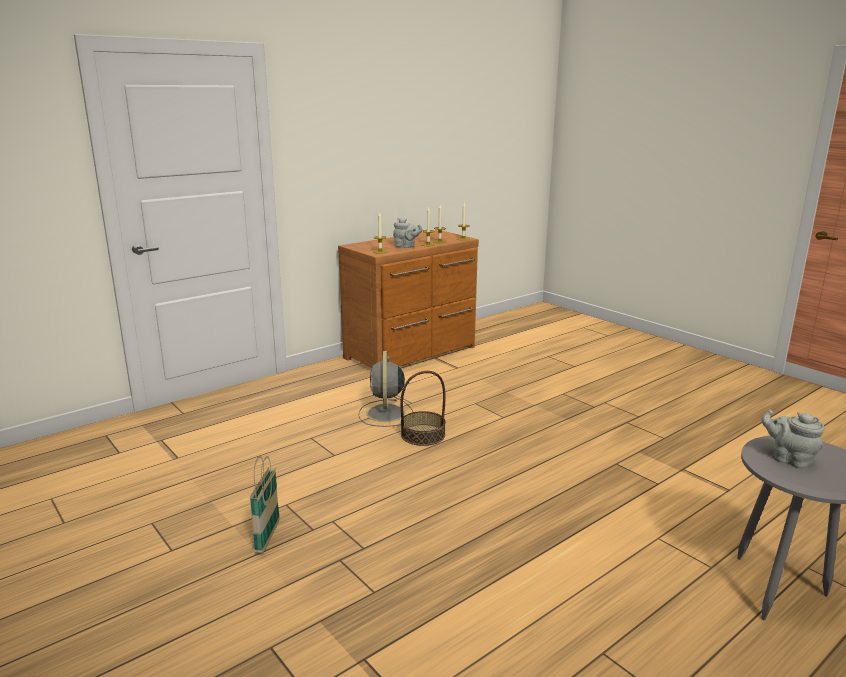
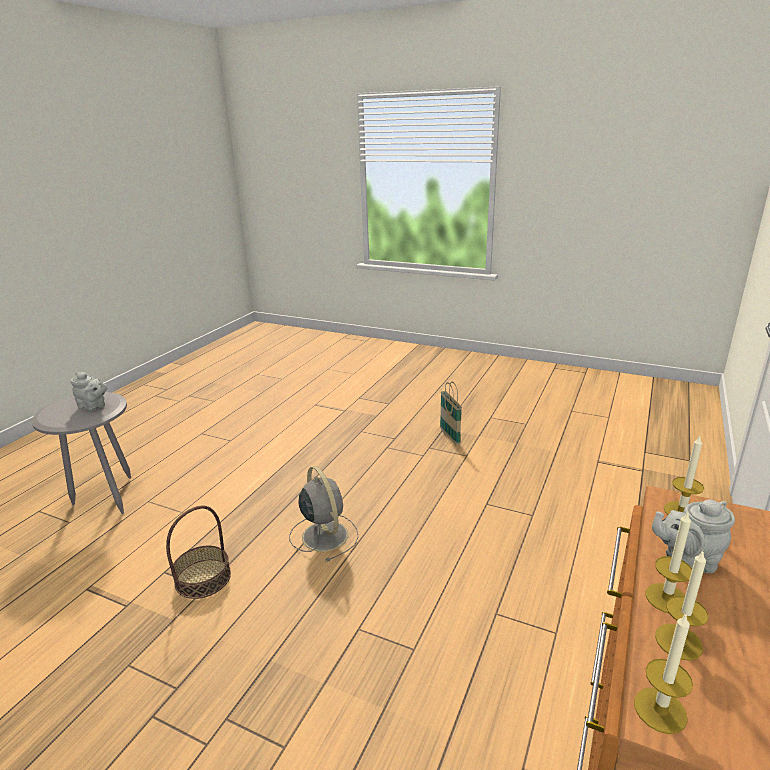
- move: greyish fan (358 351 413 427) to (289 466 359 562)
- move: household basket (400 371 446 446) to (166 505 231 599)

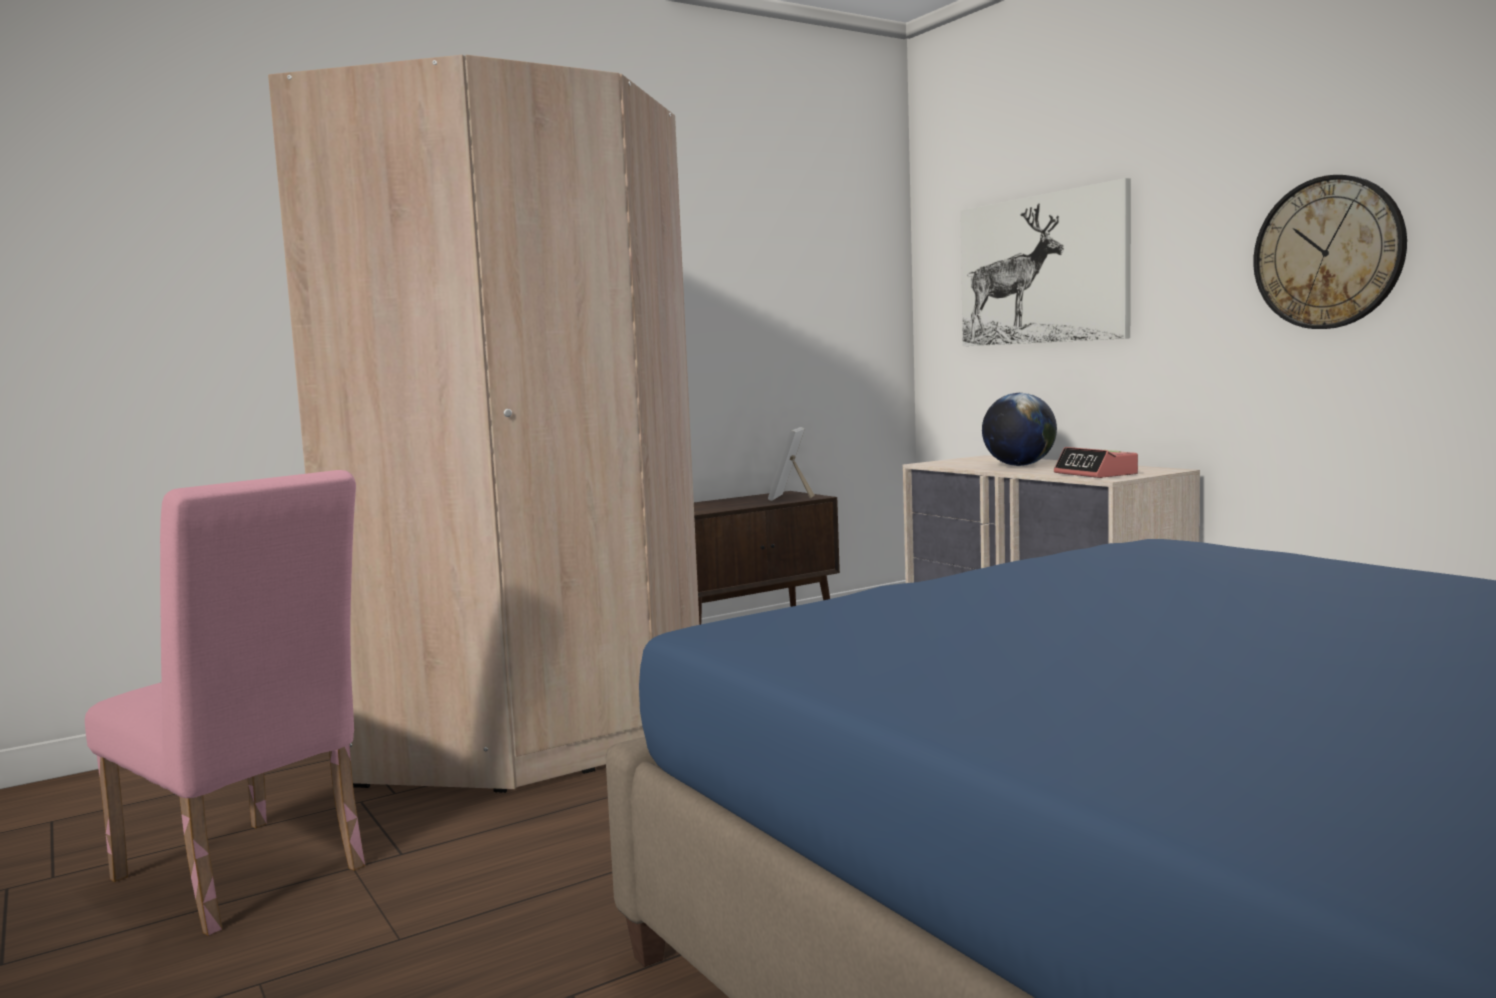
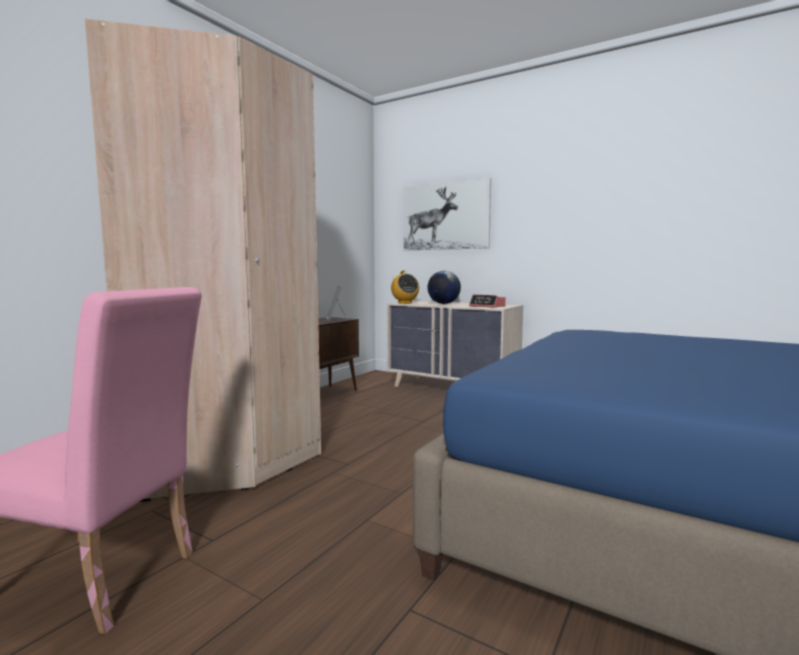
- delete: hanging clock (1253 175 1407 329)
- insert: radio (391 270 419 304)

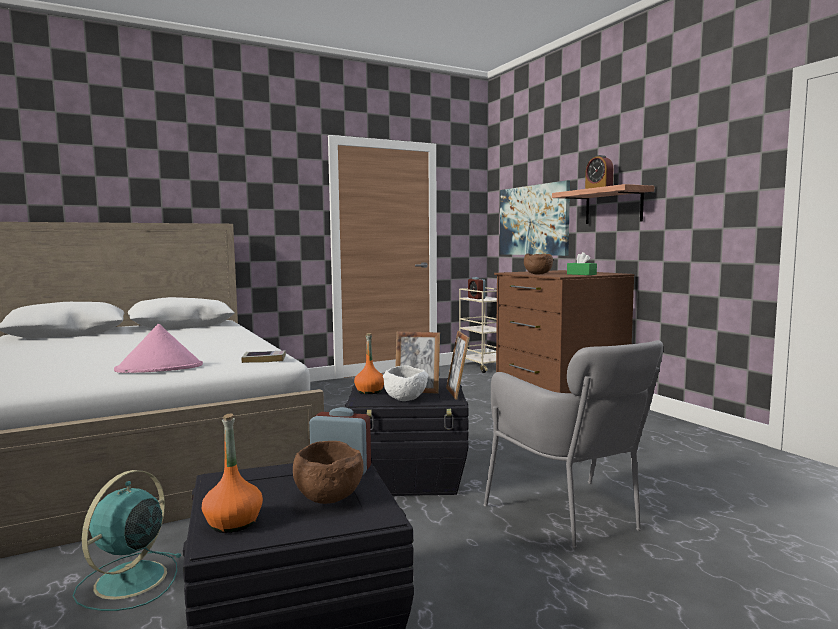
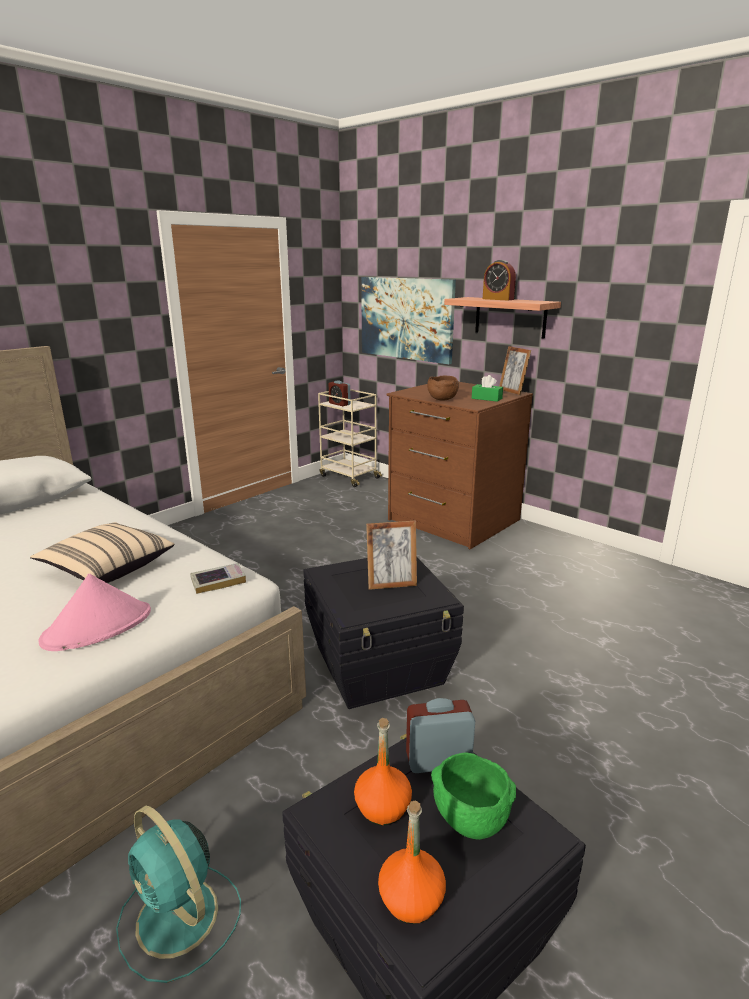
- rotate: turquoise-coloured fan (72 470 182 611) = (116 806 241 983) 45 degrees counterclockwise
- recolor: brown-coloured deep dish (293 441 364 504) to green deep dish (431 752 516 840)
- move: orangey beverage bottle (354 333 384 394) to (354 718 412 826)
- delete: white-coloured deep dish (383 365 429 401)
- move: standing frame (446 331 469 400) to (499 346 531 395)
- delete: greyish armchair (483 340 663 548)
- insert: beige-coloured cushion (30 522 174 583)

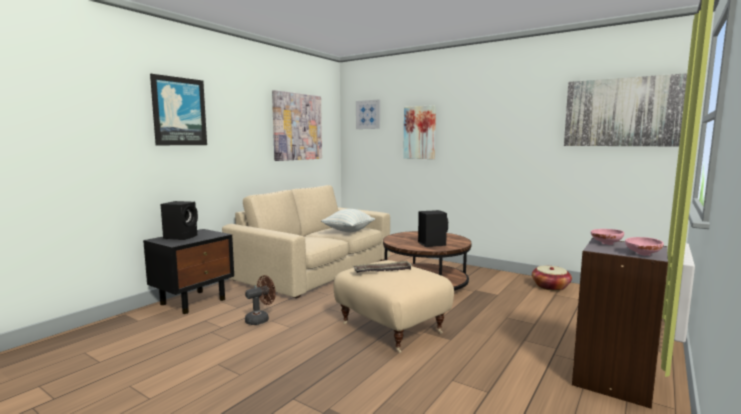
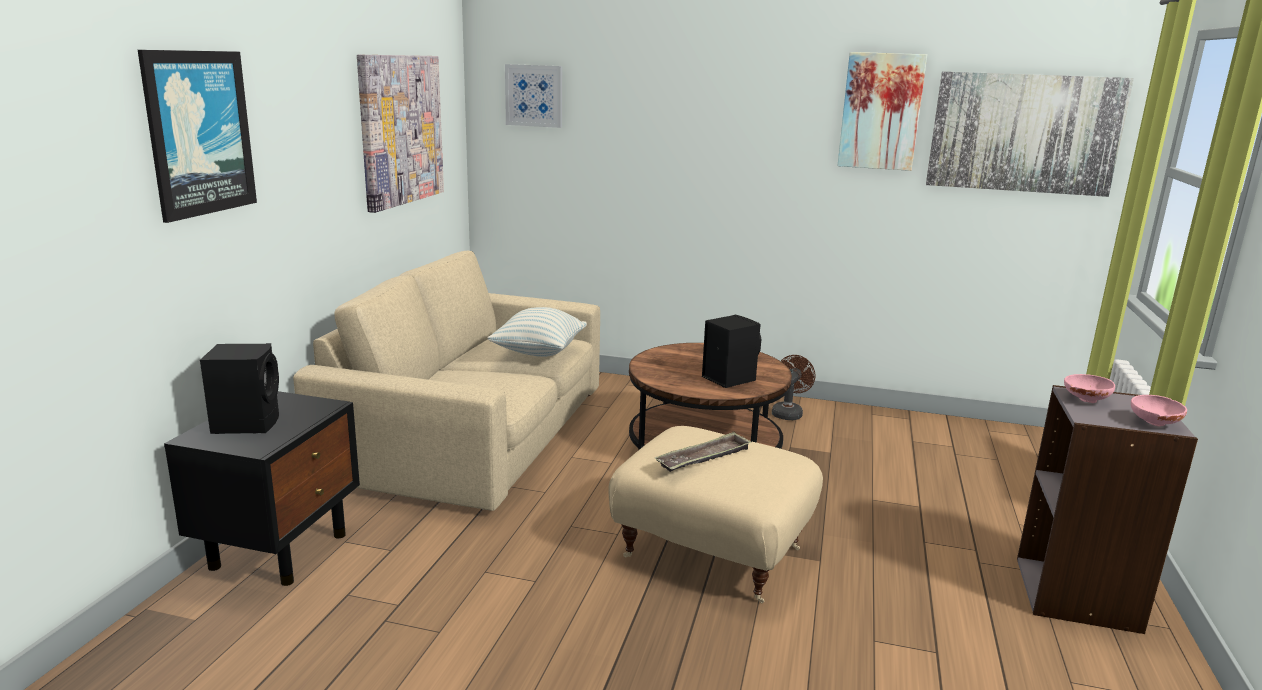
- move: brown-coloured fan (245 275 276 325) to (772 355 815 420)
- move: wall art (403 105 436 159) to (837 52 927 171)
- delete: household basket (532 266 572 291)

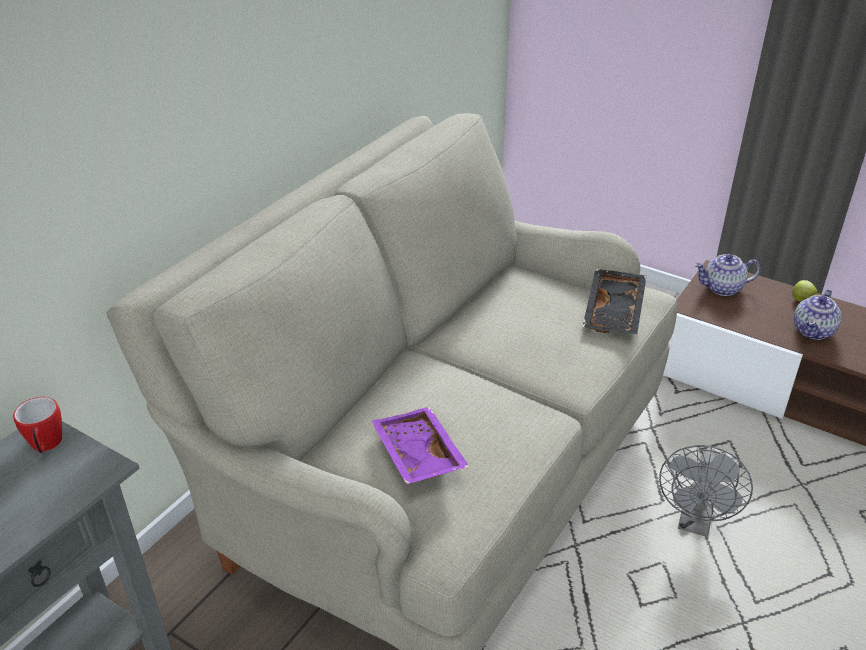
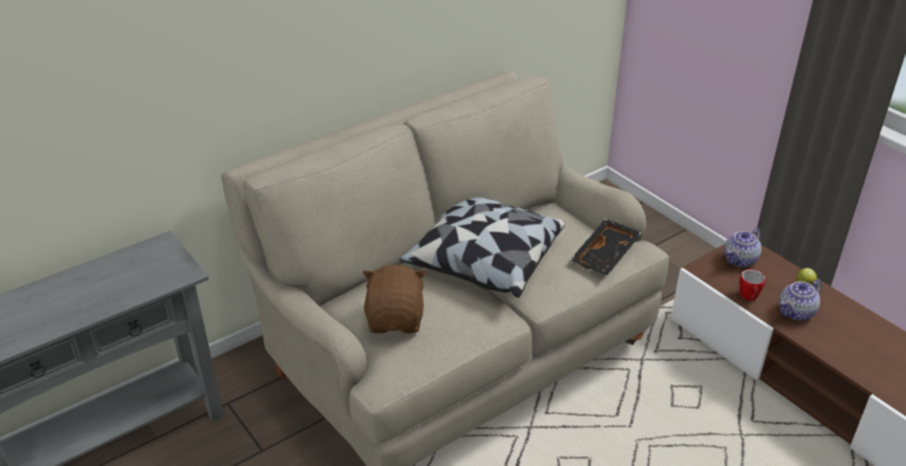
- move: tea mug (13 397 62 453) to (739 269 766 301)
- replace: purple-coloured tray (372 407 470 484) to brown-coloured cuddly toy (363 265 426 333)
- delete: greyish fan (659 445 753 537)
- rotate: tea pot (695 254 760 296) = (724 228 761 267) 60 degrees counterclockwise
- insert: cushion (400 197 565 298)

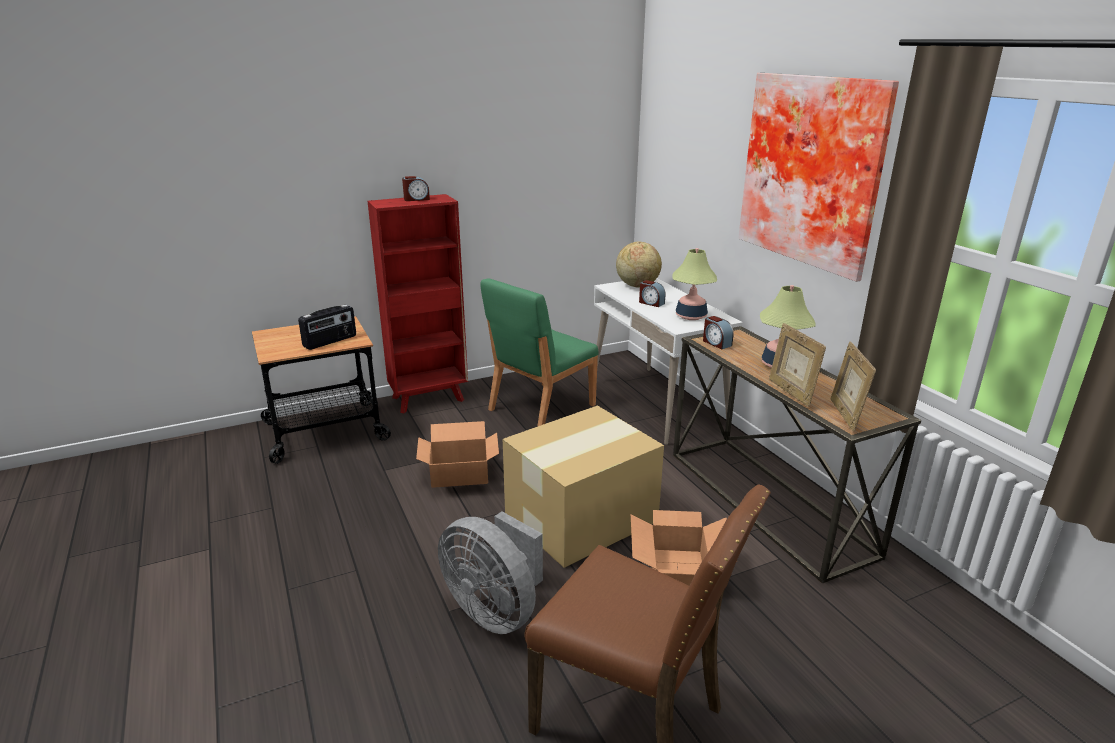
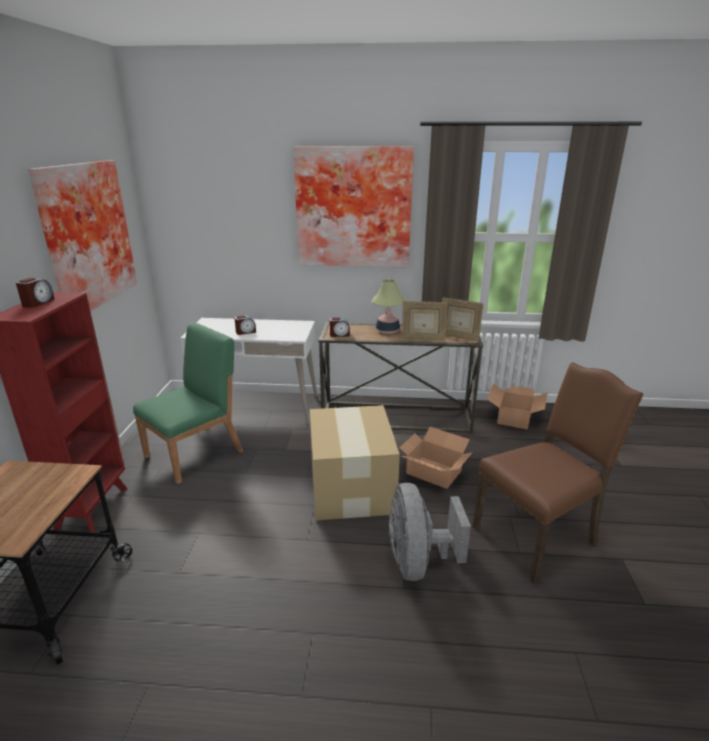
- delete: radio (298 305 356 350)
- move: packing box (416 421 499 488) to (487 384 548 430)
- rotate: greyish fan (438 511 543 634) = (389 483 471 581) 105 degrees clockwise
- rotate: green chair (480 278 599 427) = (133 323 243 484) 120 degrees counterclockwise
- delete: globe (616 242 662 288)
- delete: lamp for a table (672 248 717 320)
- insert: wall art (28 160 137 311)

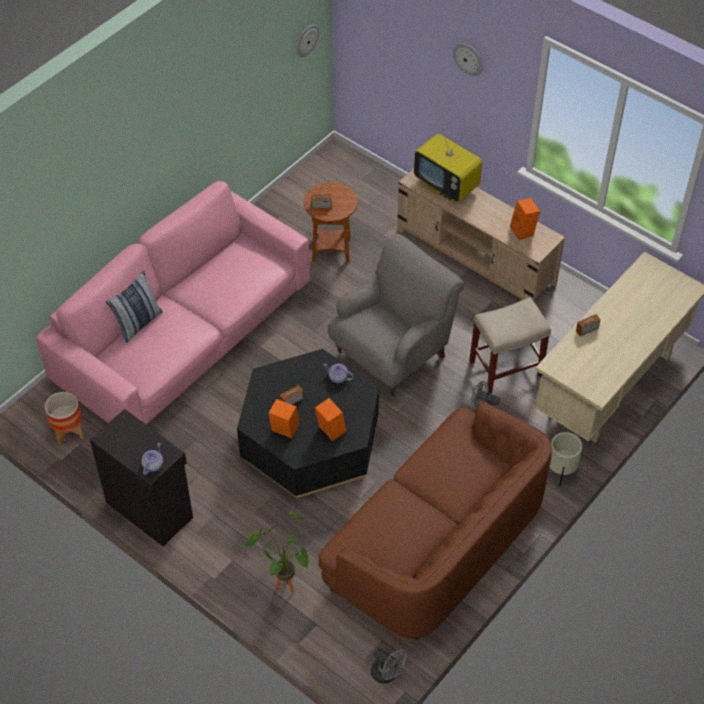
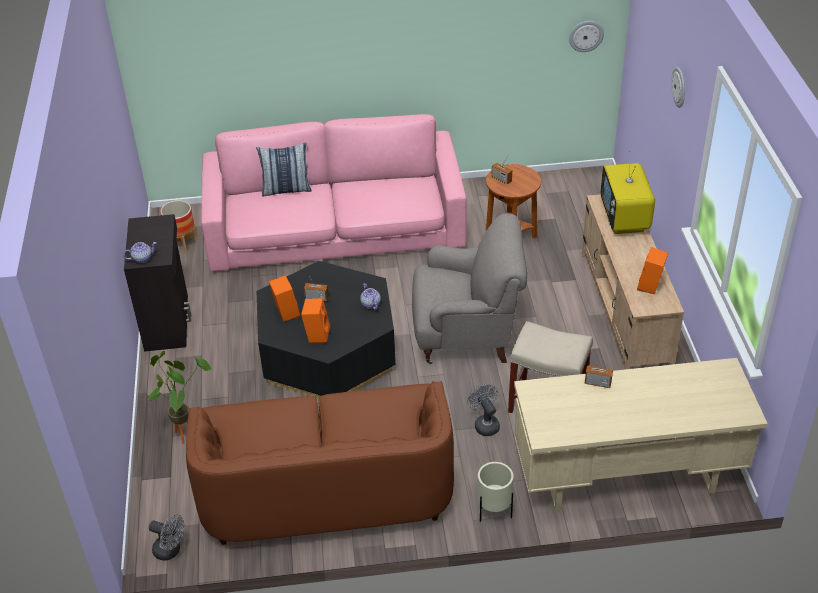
- rotate: greyish fan (371 648 407 684) = (149 514 185 561) 60 degrees counterclockwise

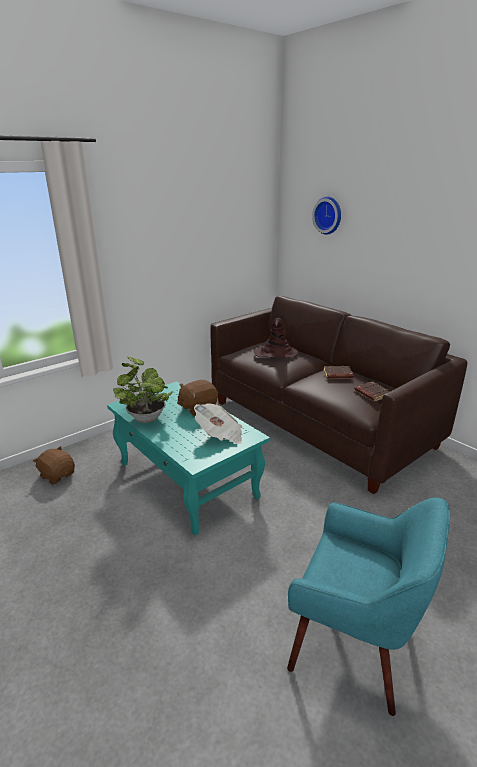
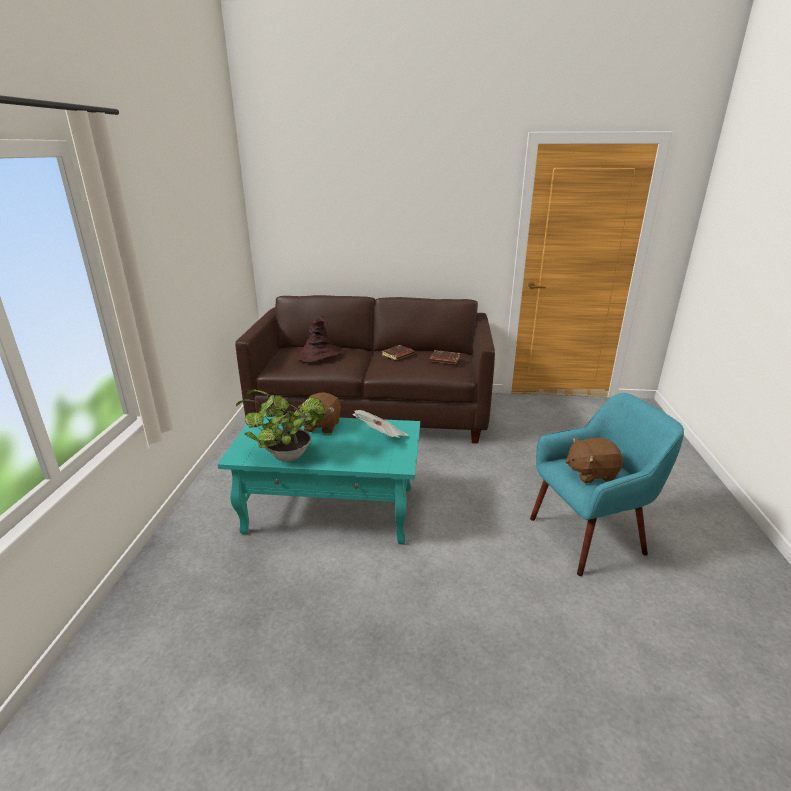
- move: brown-coloured cuddly toy (33 446 75 485) to (566 437 623 483)
- delete: hanging clock (312 196 341 235)

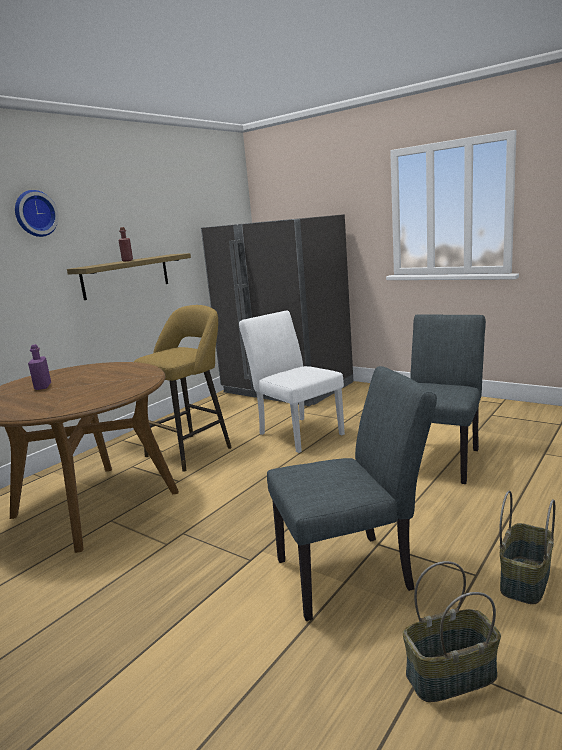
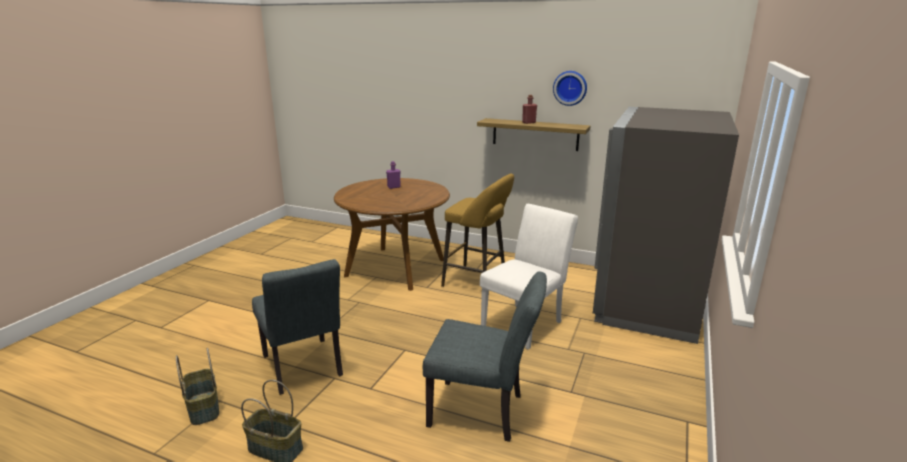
- move: hanging clock (15 190 59 237) to (553 71 587 106)

